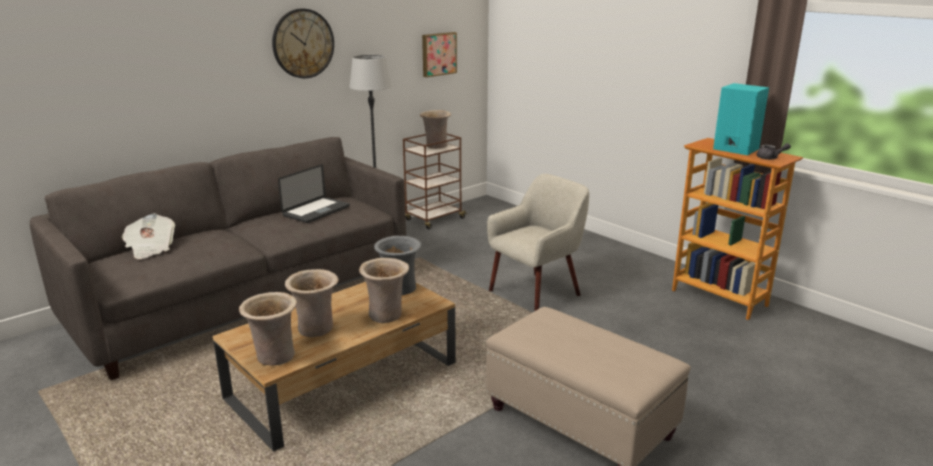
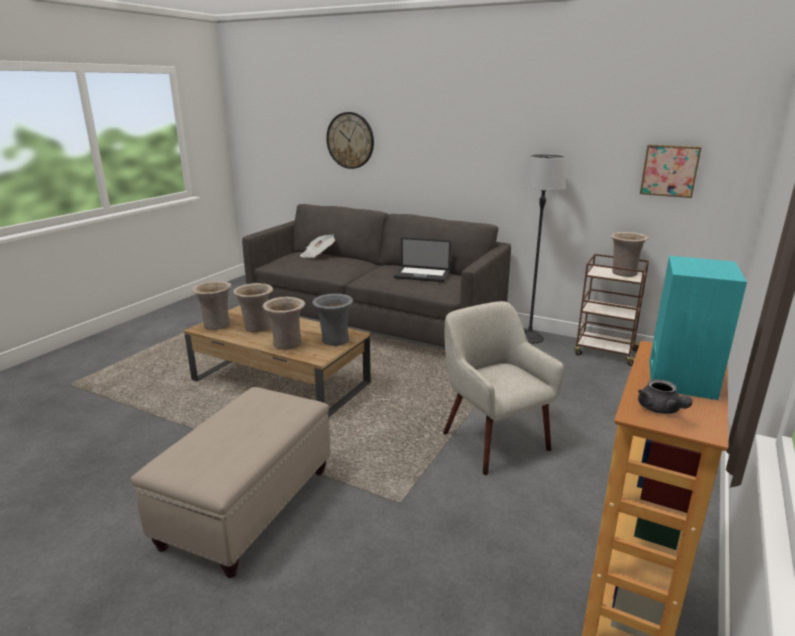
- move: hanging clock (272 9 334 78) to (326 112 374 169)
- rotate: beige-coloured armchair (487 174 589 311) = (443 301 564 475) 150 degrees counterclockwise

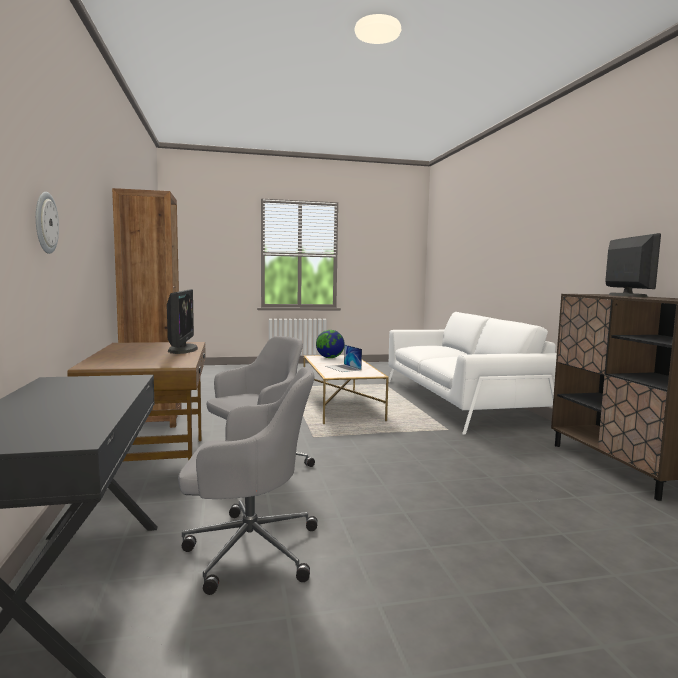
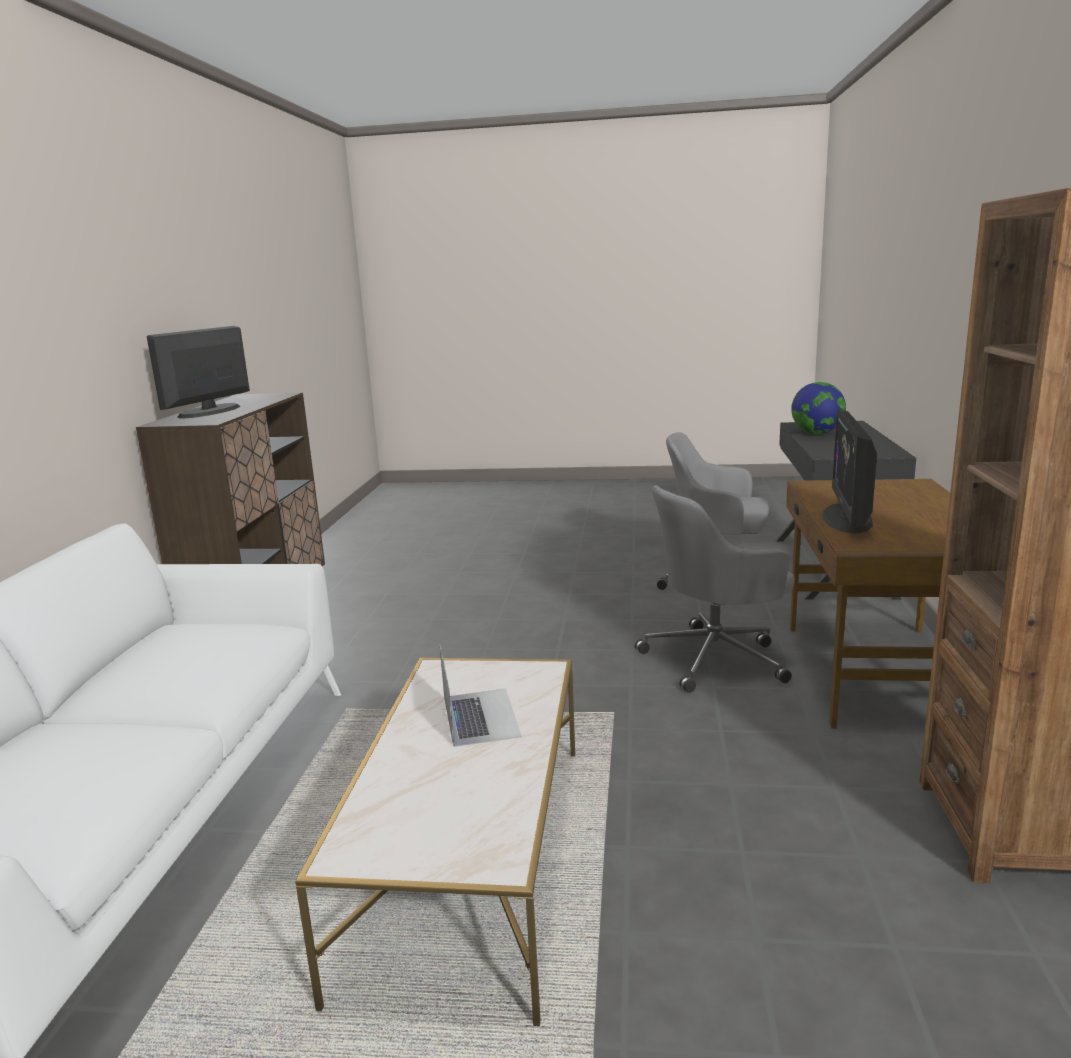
- delete: hanging clock (36 192 59 254)
- move: globe (316 330 345 358) to (791 382 846 434)

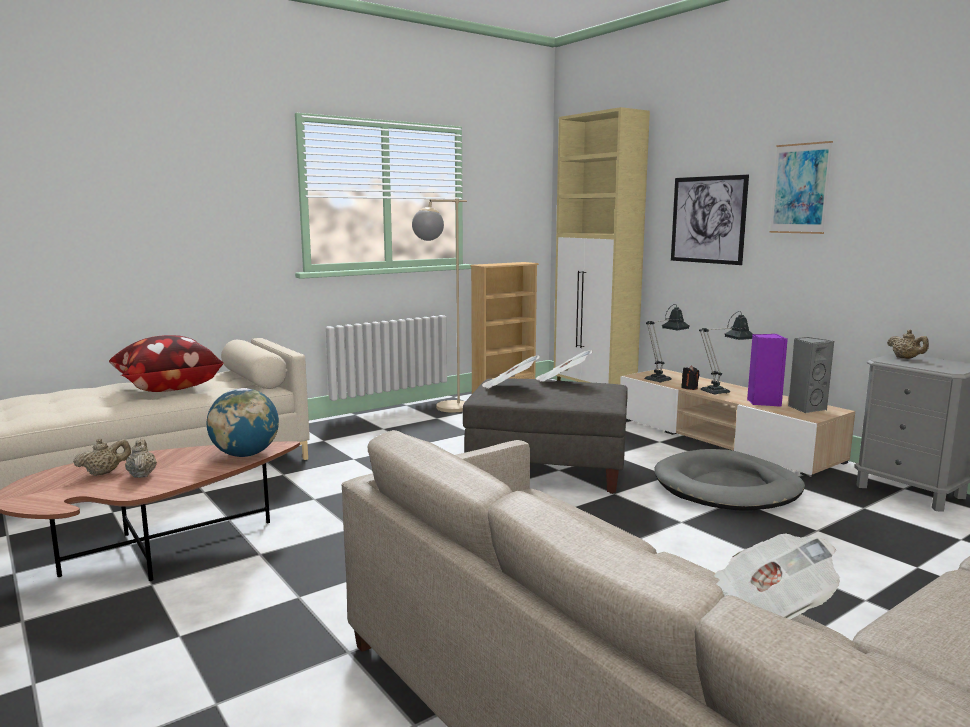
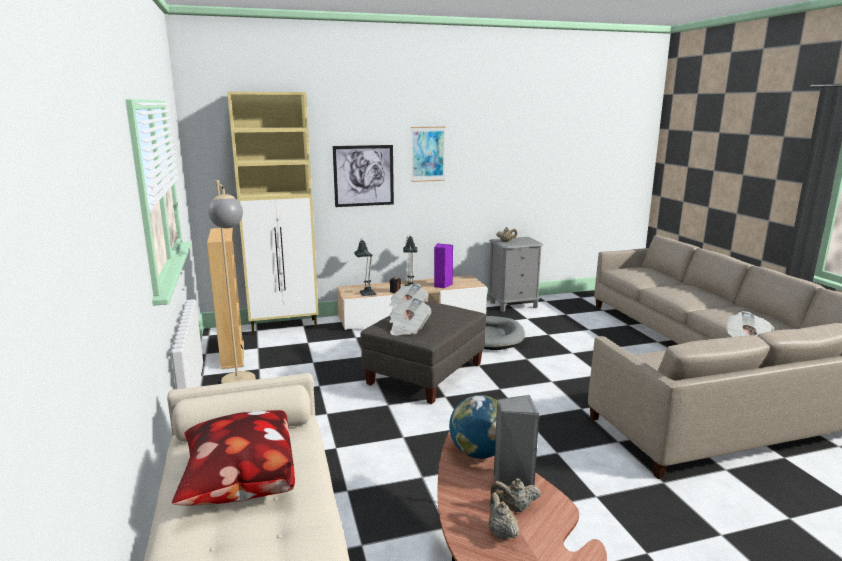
- move: greyish audio speaker (788 337 834 413) to (494 395 539 491)

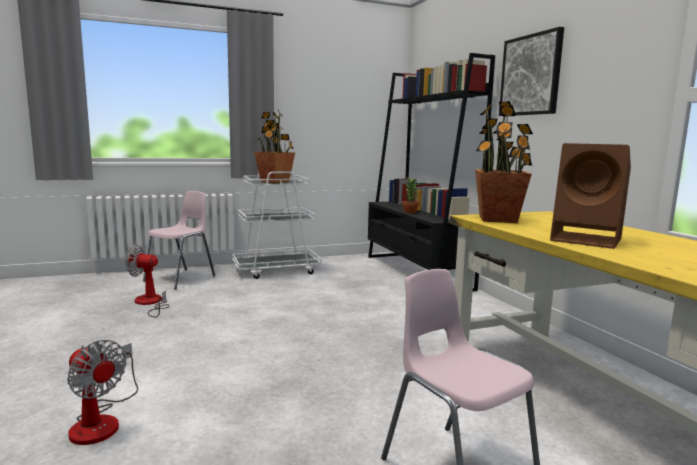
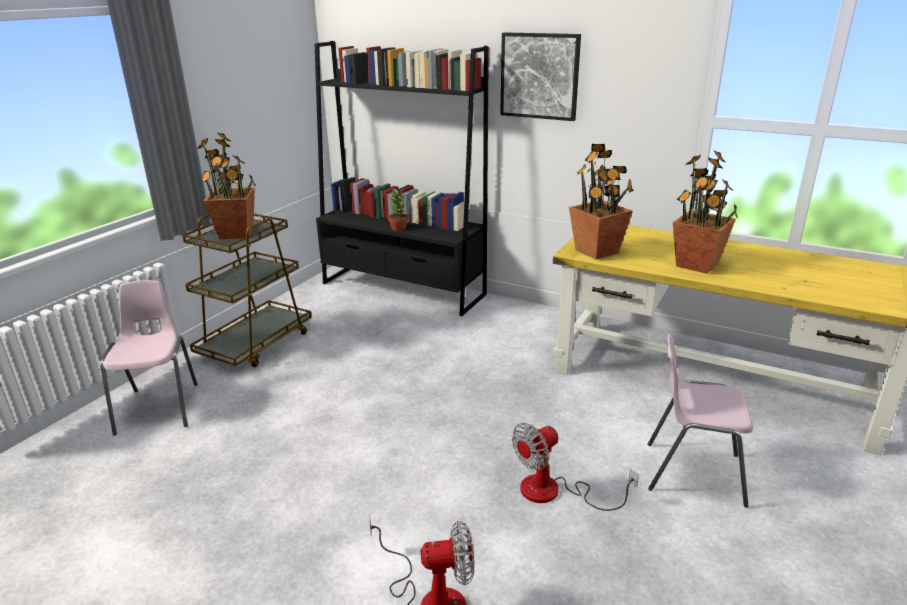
- move: fan (125 245 169 317) to (512 423 639 511)
- recolor: white-coloured cart (232 171 322 279) to brown-coloured cart (182 214 312 367)
- replace: brown-coloured audio speaker (550 143 631 249) to plant in a pot (673 150 738 274)

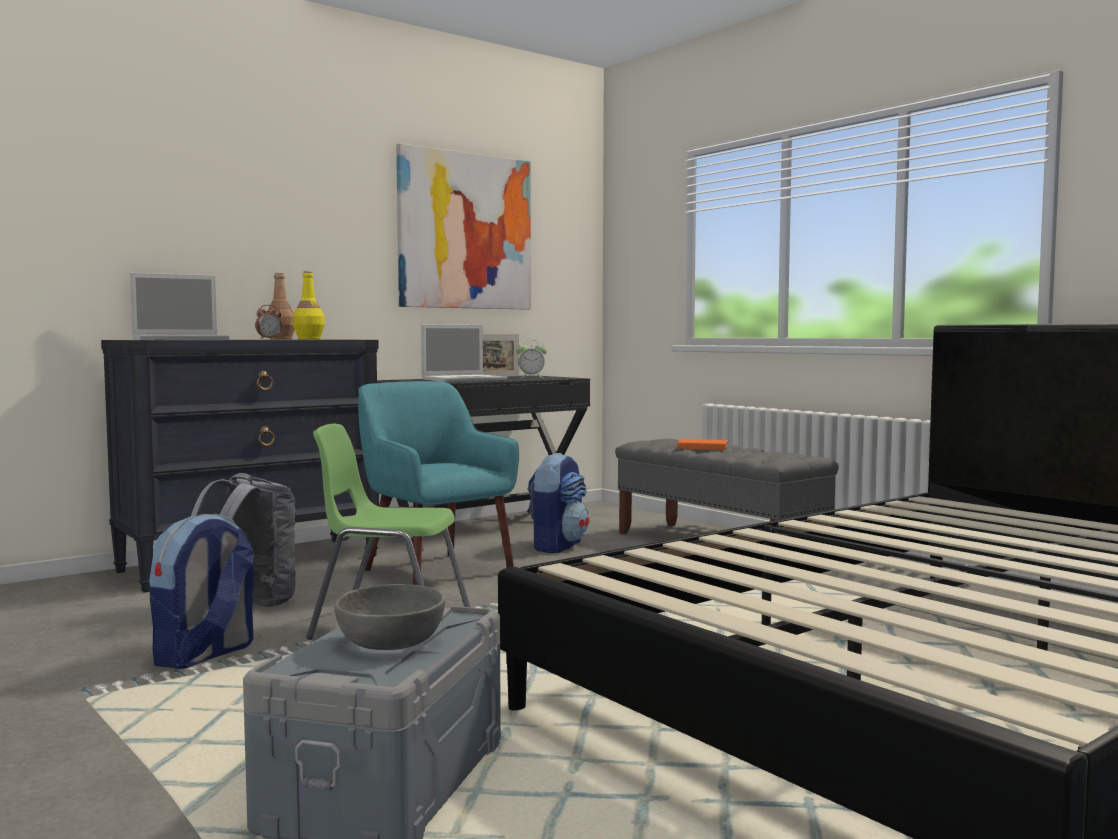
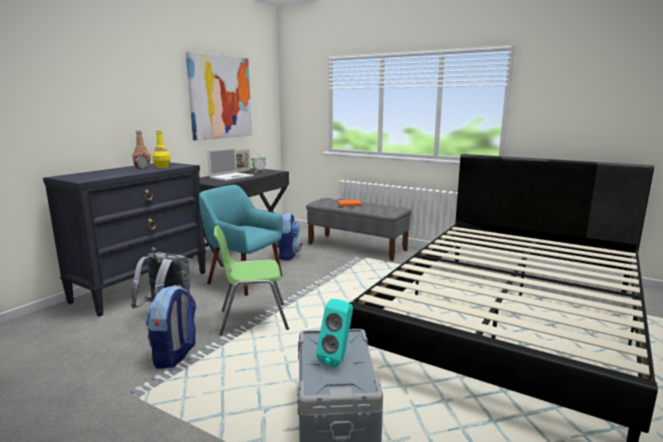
- delete: laptop (130 273 229 340)
- replace: greyish deep dish (334 584 445 650) to turquoise-coloured audio speaker (316 299 353 367)

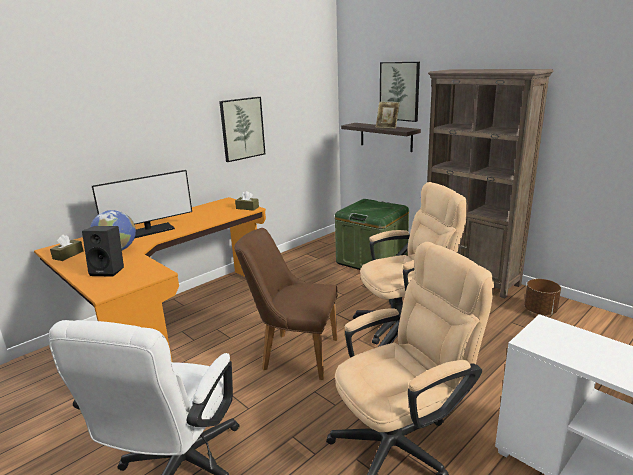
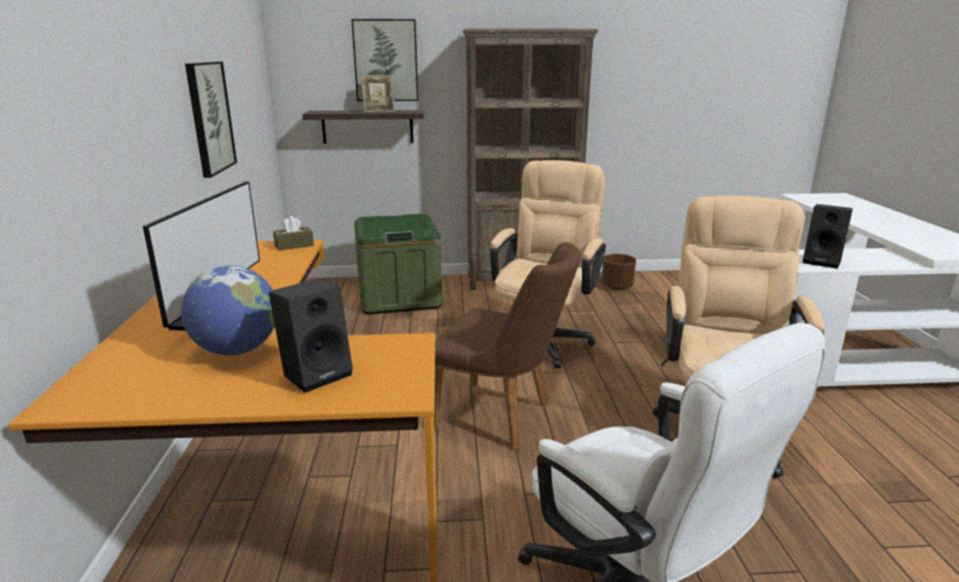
- delete: brown-coloured box of tissues (50 235 83 261)
- rotate: brown-coloured chair (234 228 338 380) = (434 242 581 450) 120 degrees counterclockwise
- insert: blackish audio speaker (803 204 853 269)

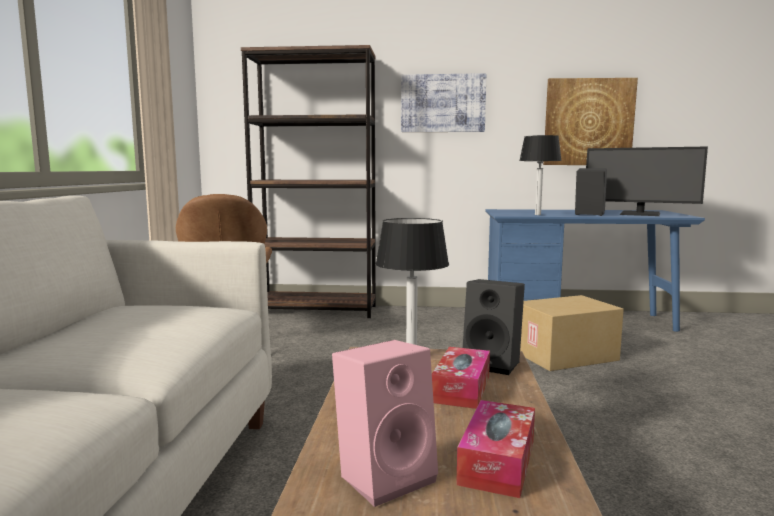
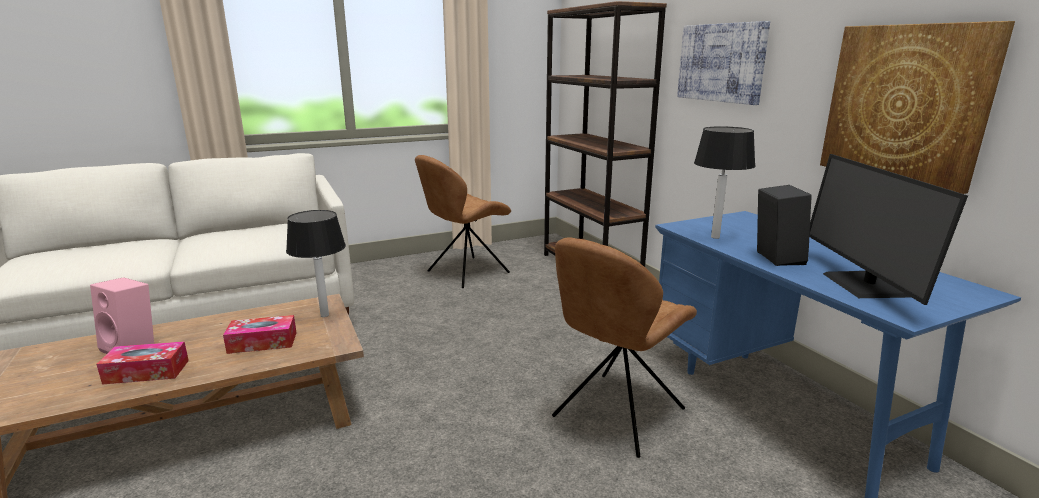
- delete: blackish audio speaker (463 279 525 375)
- replace: packing box (520 295 624 371) to brown-coloured chair (552 237 697 458)

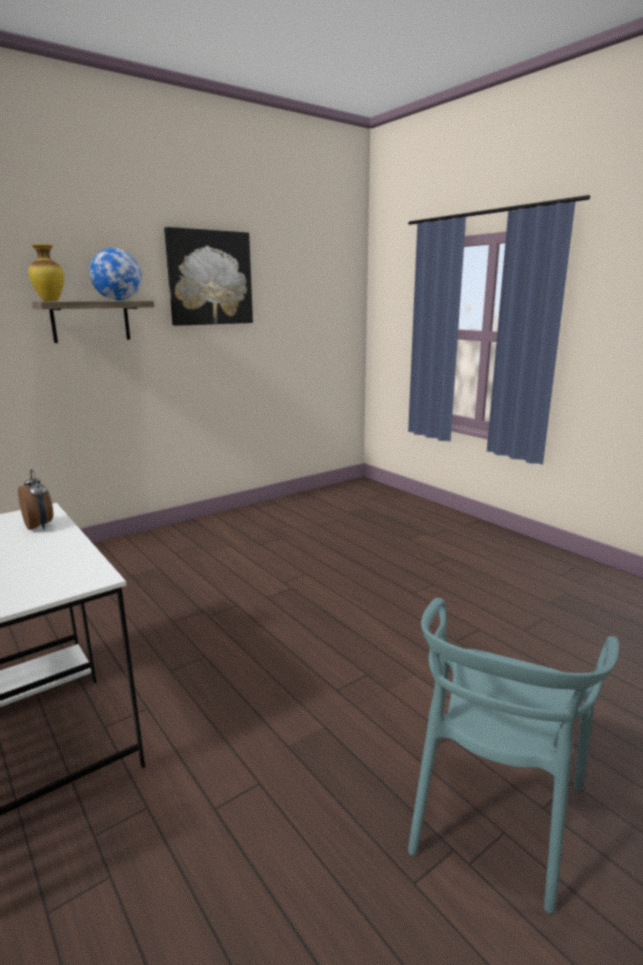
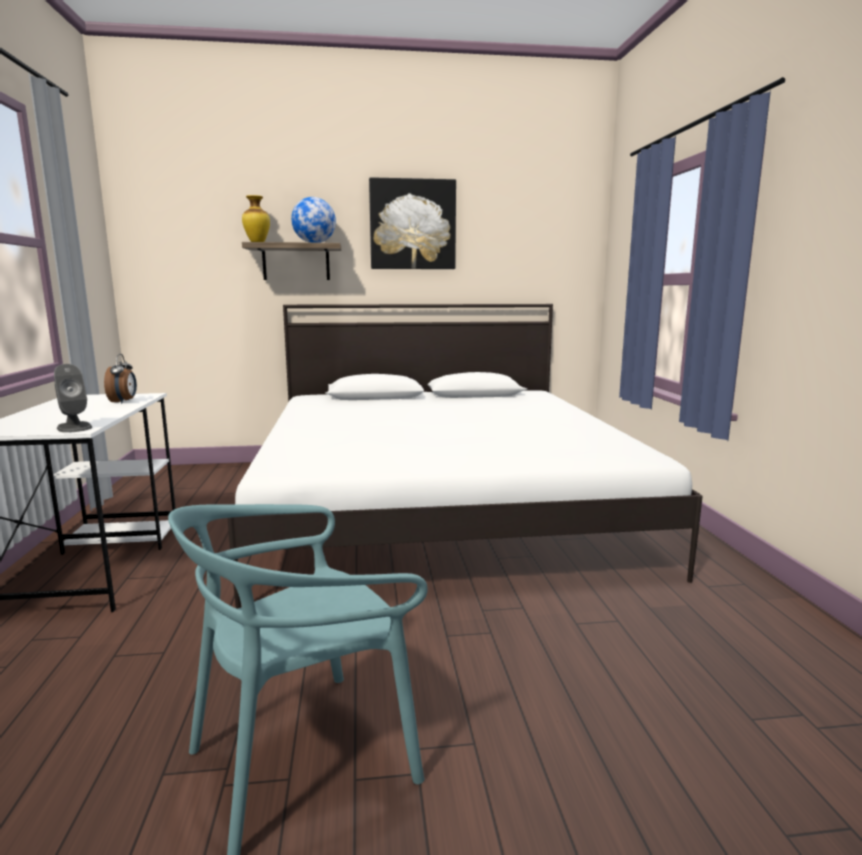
- insert: greyish audio speaker (54 364 92 433)
- insert: white-coloured bed (227 304 703 609)

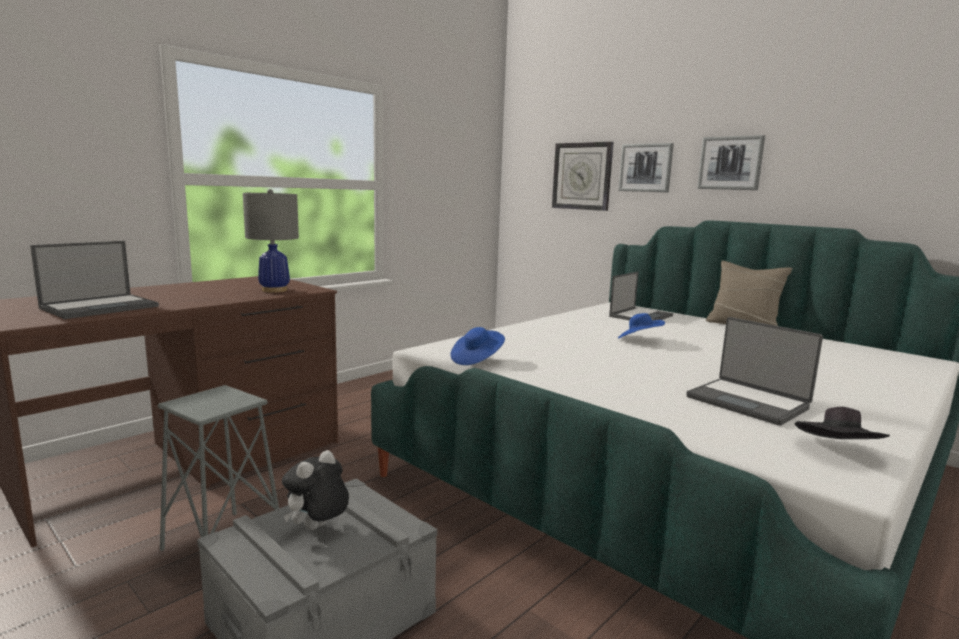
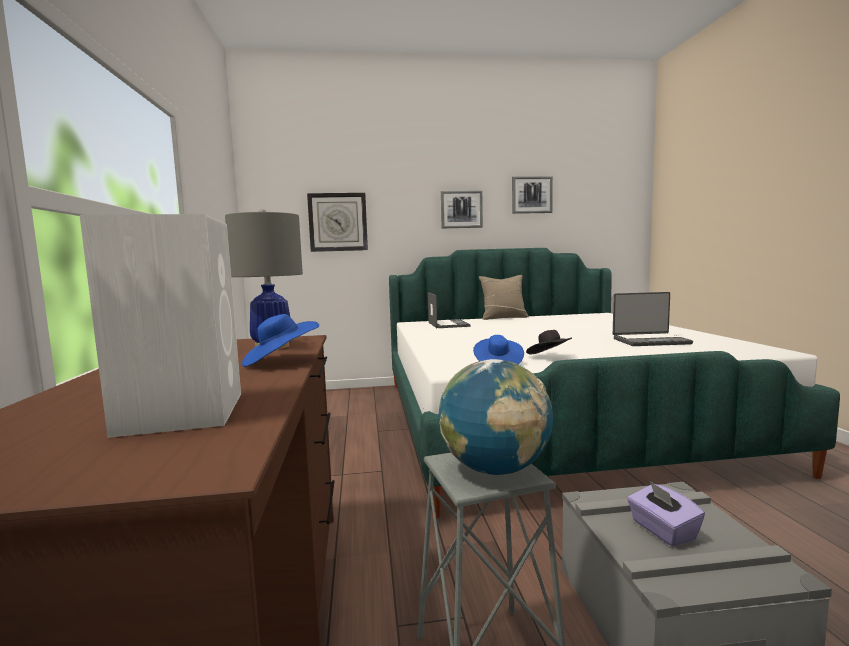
- replace: laptop (30 241 159 319) to white-coloured audio speaker (80 214 241 438)
- replace: cuddly toy (282 450 349 530) to purple-coloured box of tissues (627 481 705 547)
- move: wall art (618 143 674 192) to (512 176 553 214)
- move: blue-coloured hat (618 313 665 338) to (242 314 319 367)
- move: blackish hat (795 407 890 439) to (526 330 572 355)
- insert: globe (438 359 553 475)

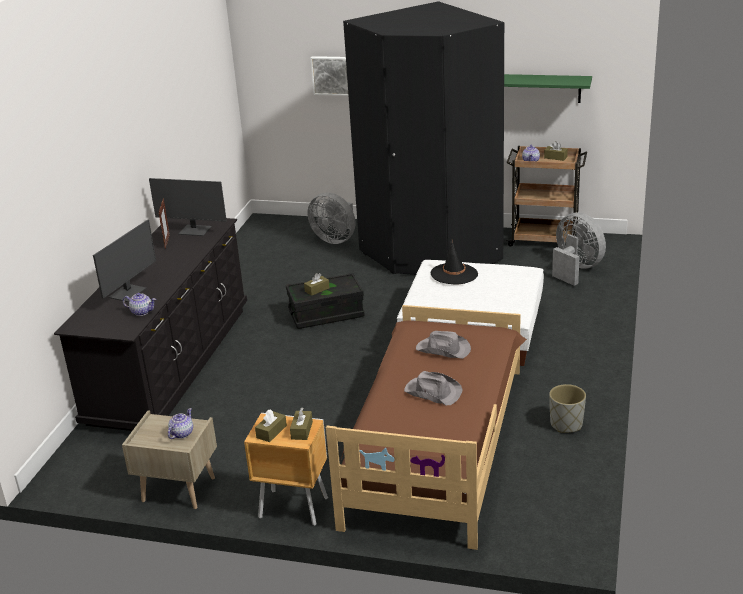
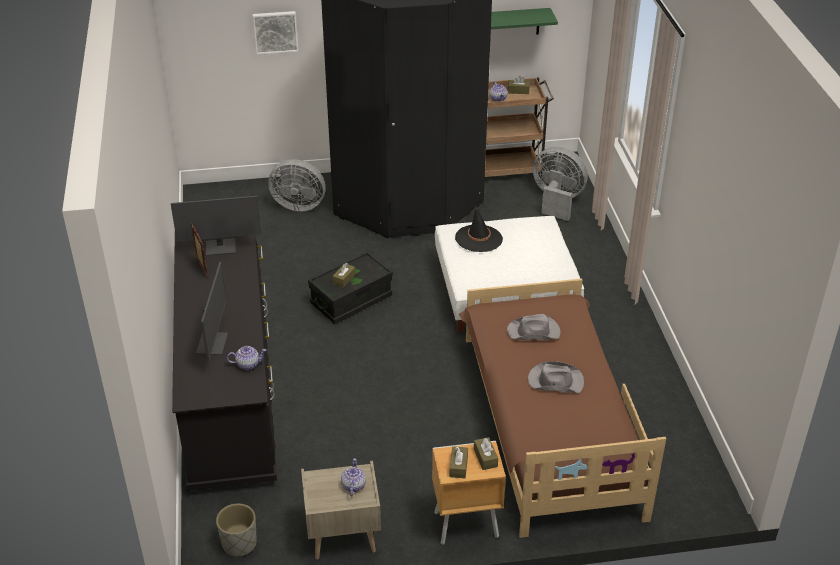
- move: greyish planter (549 384 586 433) to (216 504 257 557)

